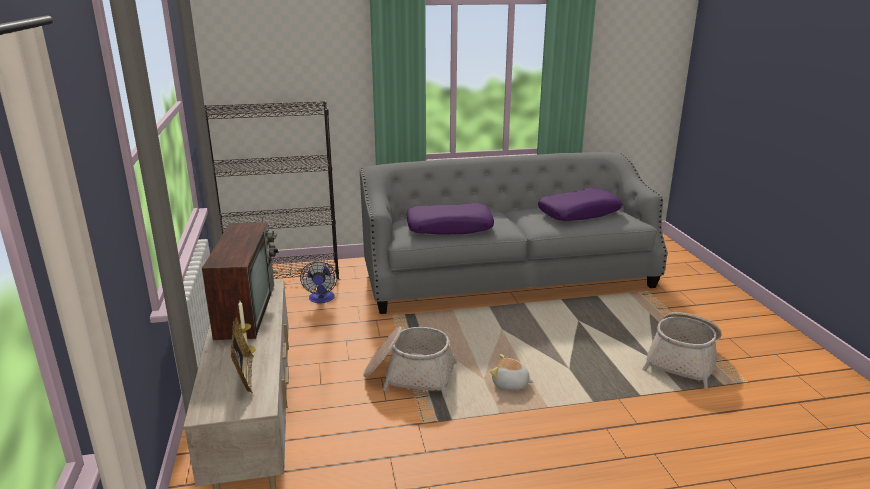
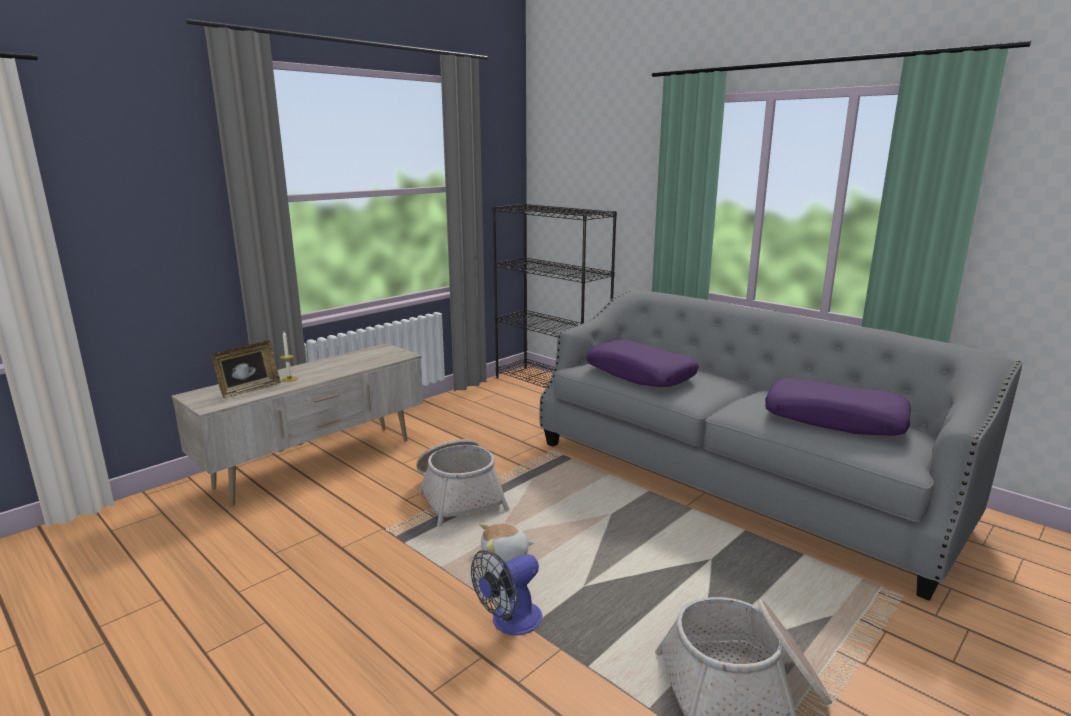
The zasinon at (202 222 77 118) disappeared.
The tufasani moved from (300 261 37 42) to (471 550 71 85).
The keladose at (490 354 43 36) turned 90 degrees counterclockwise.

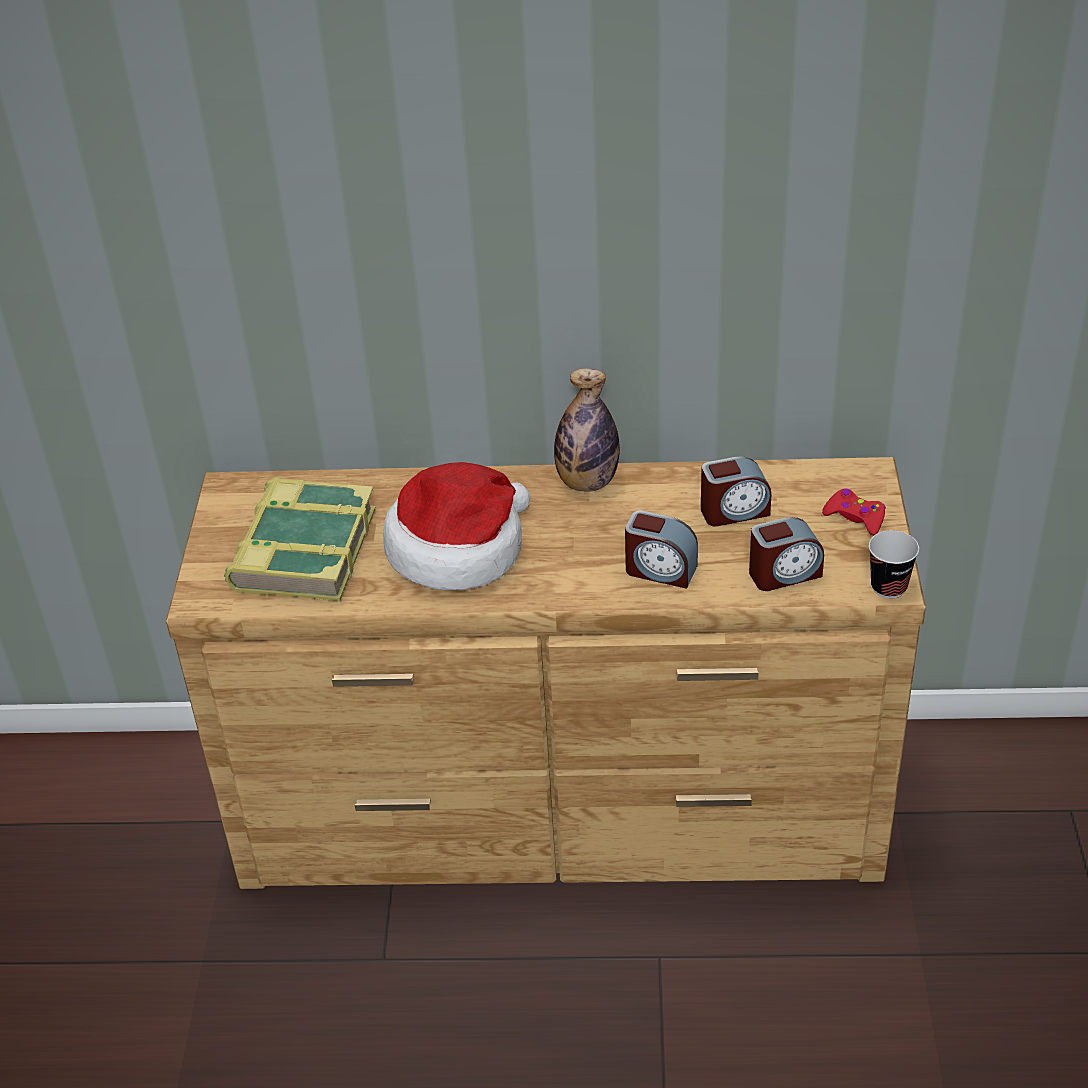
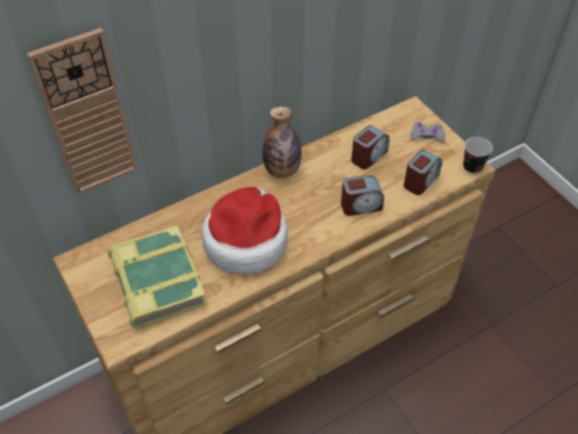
The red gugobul at (822 488 64 47) became the grey gugobul at (410 122 35 20).
The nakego at (27 28 111 166) appeared.

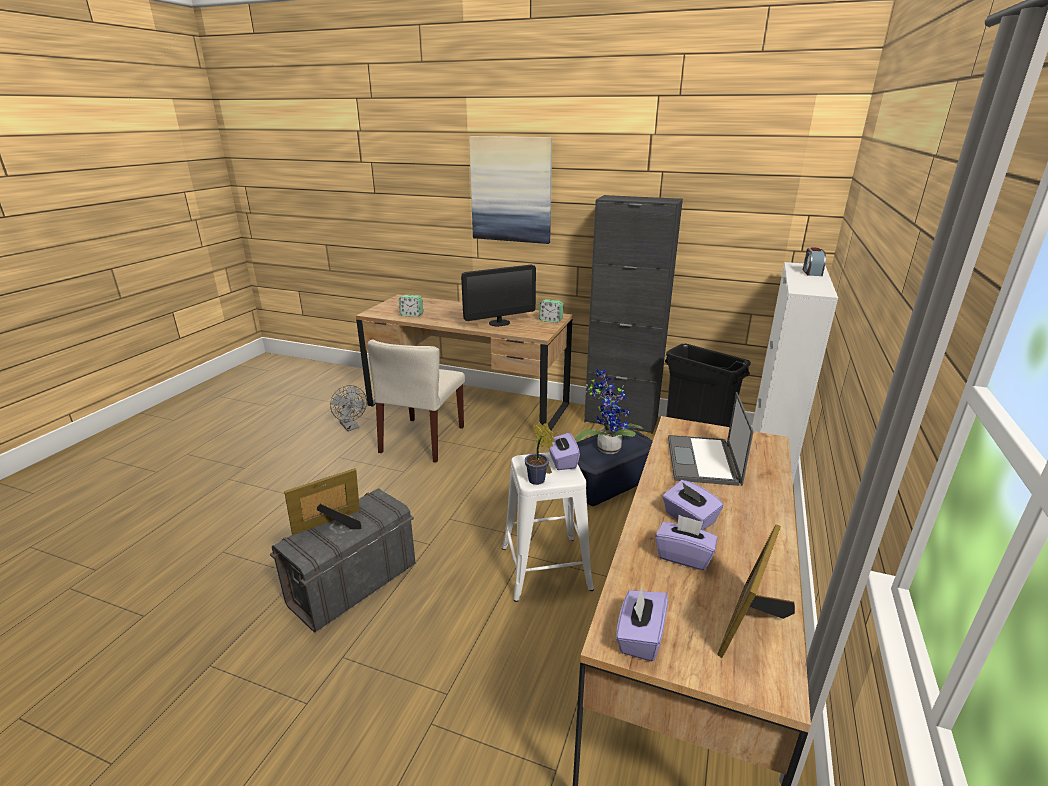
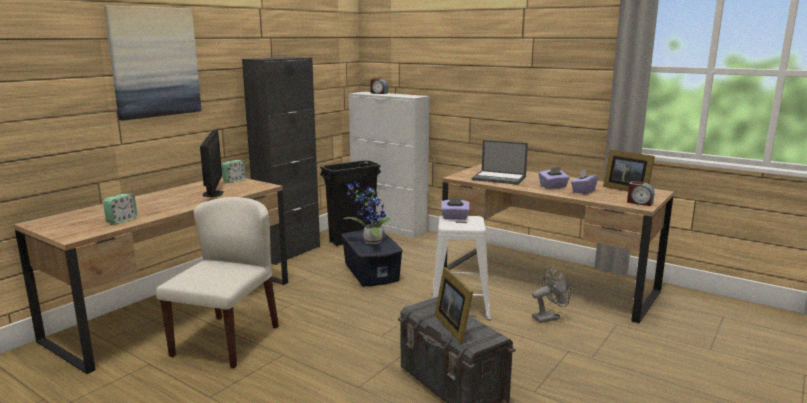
The grey tufasani moved from (330 385 37 46) to (532 267 39 56).
The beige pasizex at (367 340 98 123) turned 105 degrees counterclockwise.
The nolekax at (525 422 30 63) disappeared.
The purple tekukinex at (616 588 52 74) was replaced by the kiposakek at (627 181 27 25).

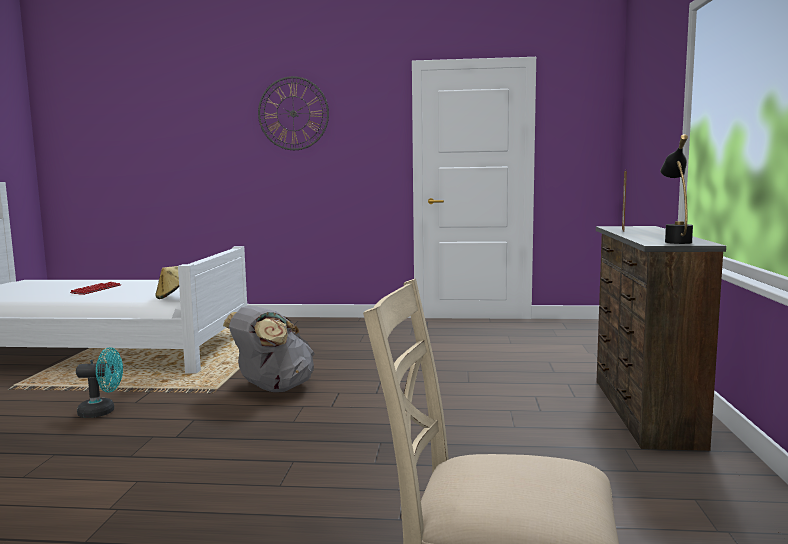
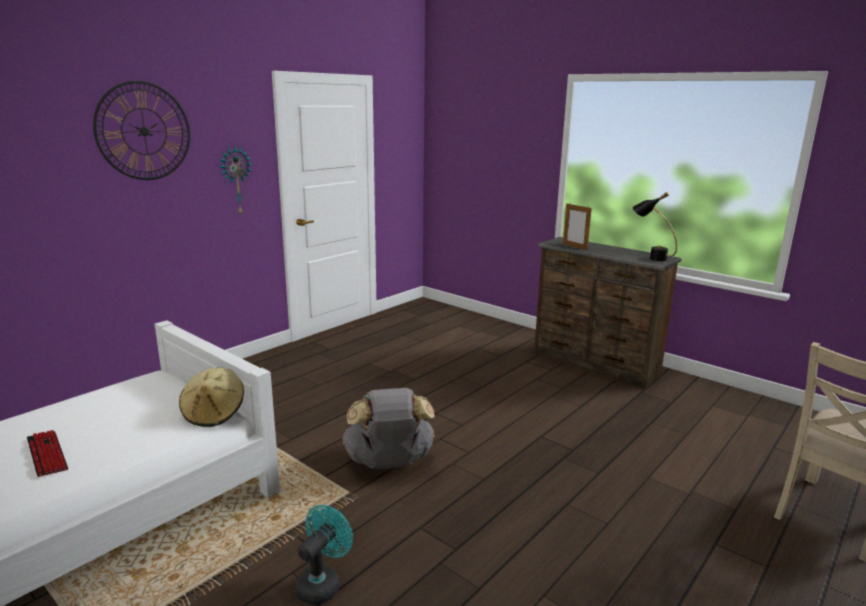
The nakego at (219 145 34 70) appeared.

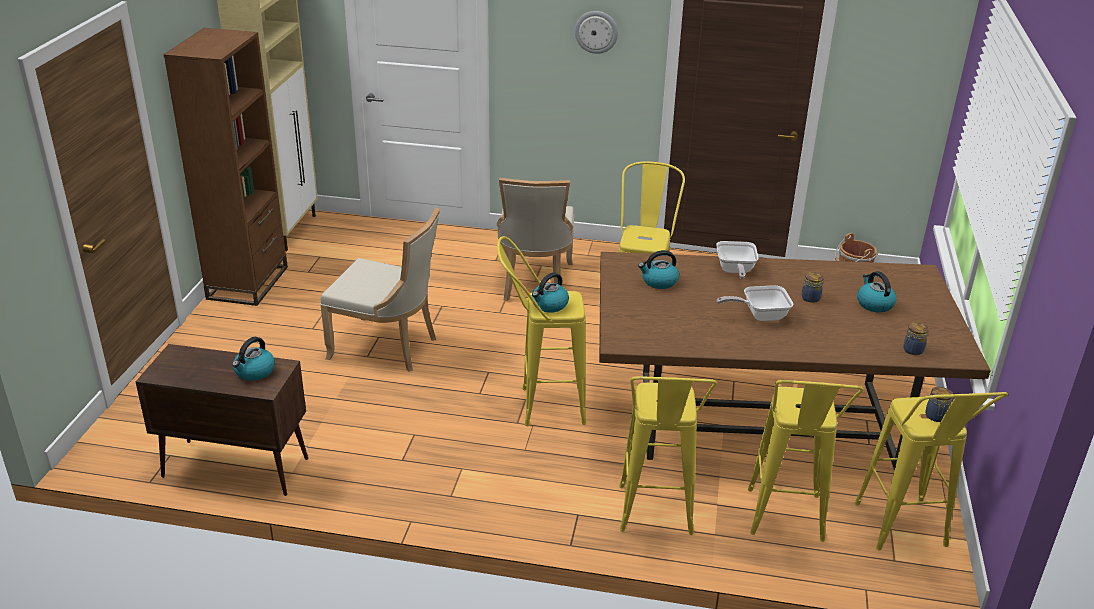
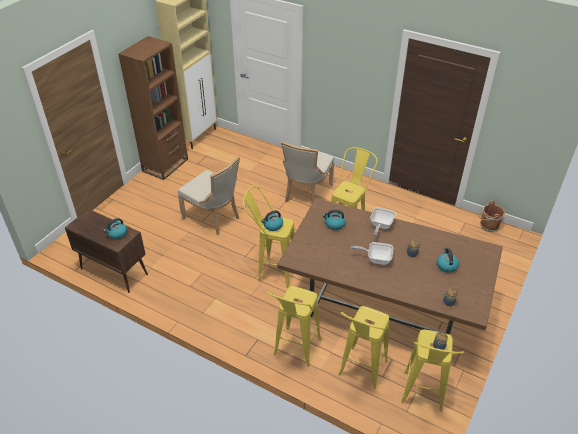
The nakego at (575 11 43 43) disappeared.

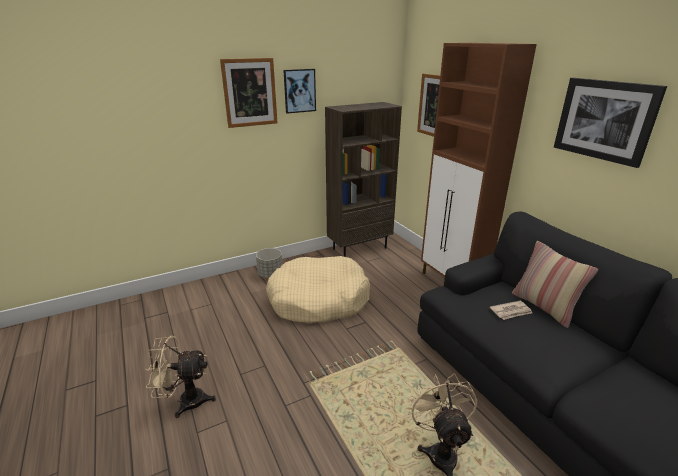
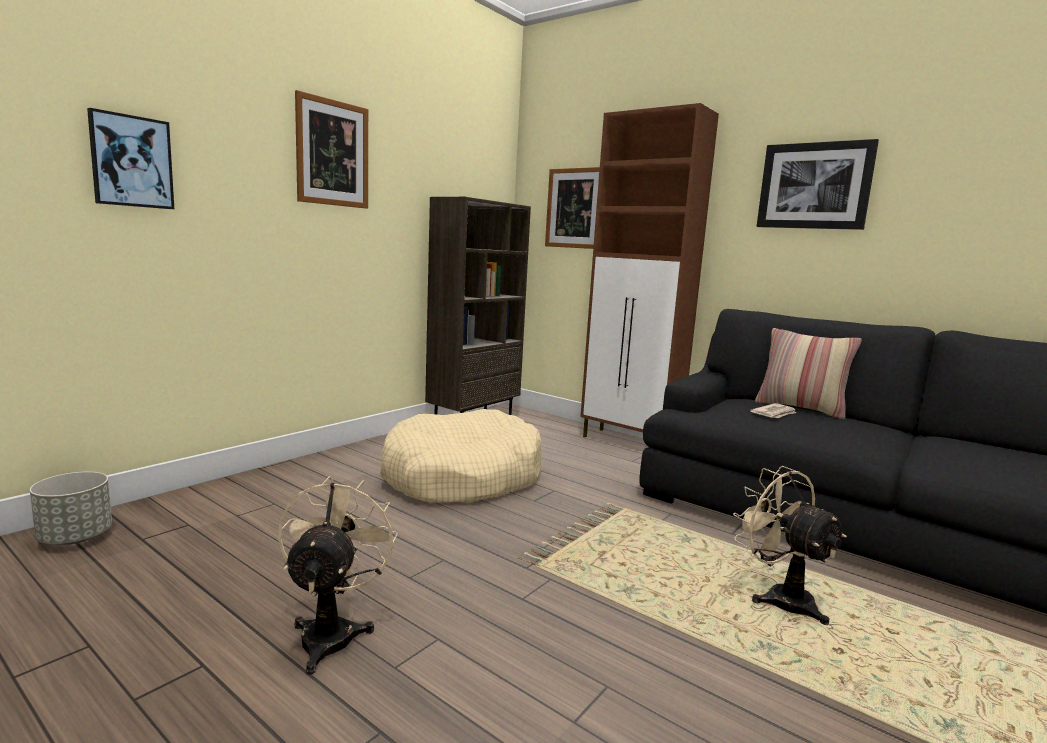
The beige tufasani at (145 336 71 82) turned 120 degrees clockwise.
The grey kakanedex moved from (256 248 26 30) to (30 472 82 73).
The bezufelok moved from (283 69 33 45) to (87 108 87 101).

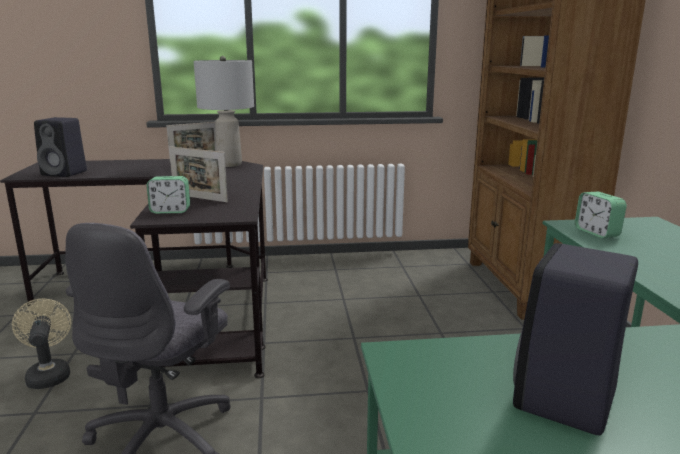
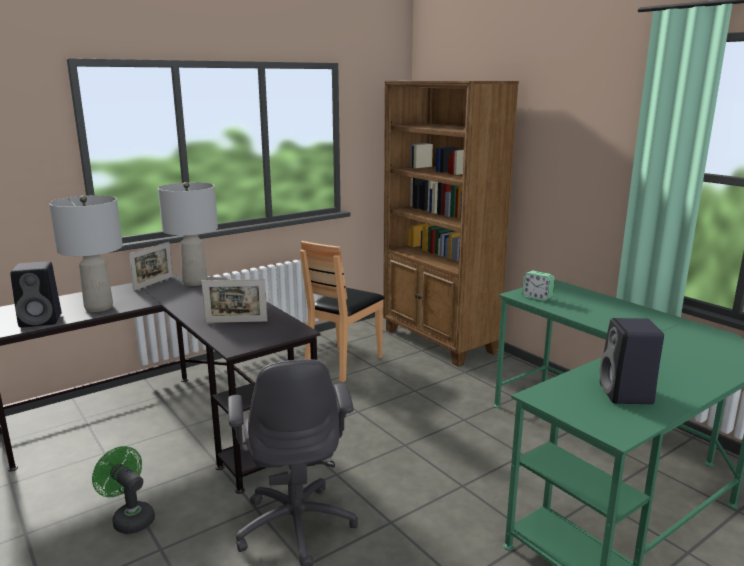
The beige tufasani at (12 299 59 90) became the green tufasani at (92 446 63 88).
The kiposakek at (147 176 43 38) disappeared.
The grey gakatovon at (49 195 74 117) appeared.
The brown pasizex at (300 241 85 141) appeared.

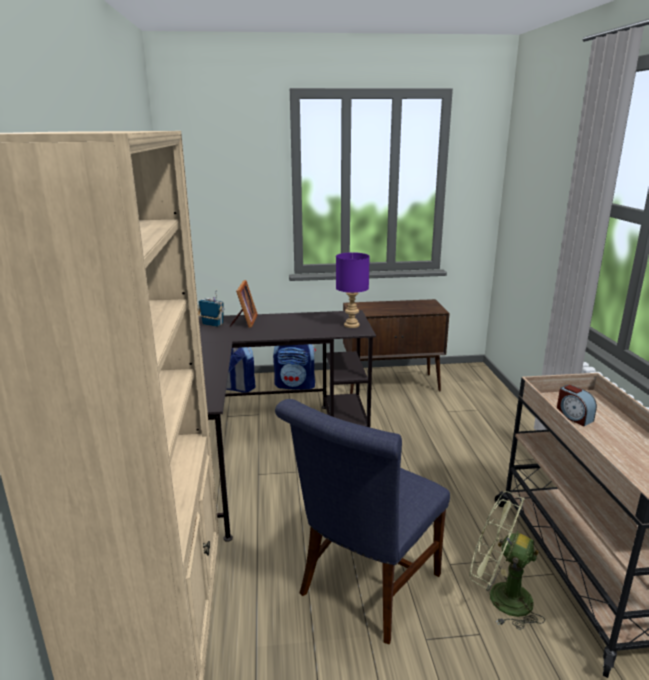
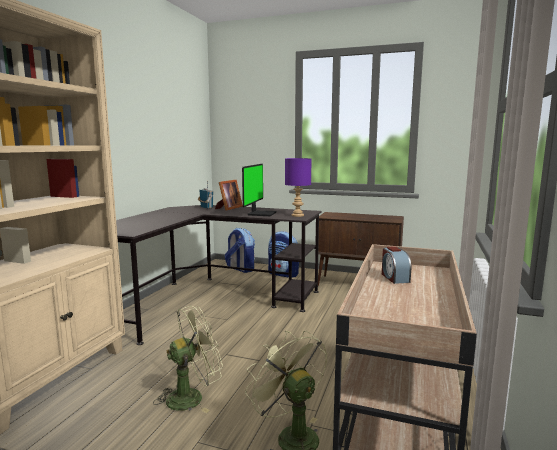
The blue pasizex at (275 399 175 246) was replaced by the green tufasani at (153 306 70 107).
The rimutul at (242 164 35 52) appeared.

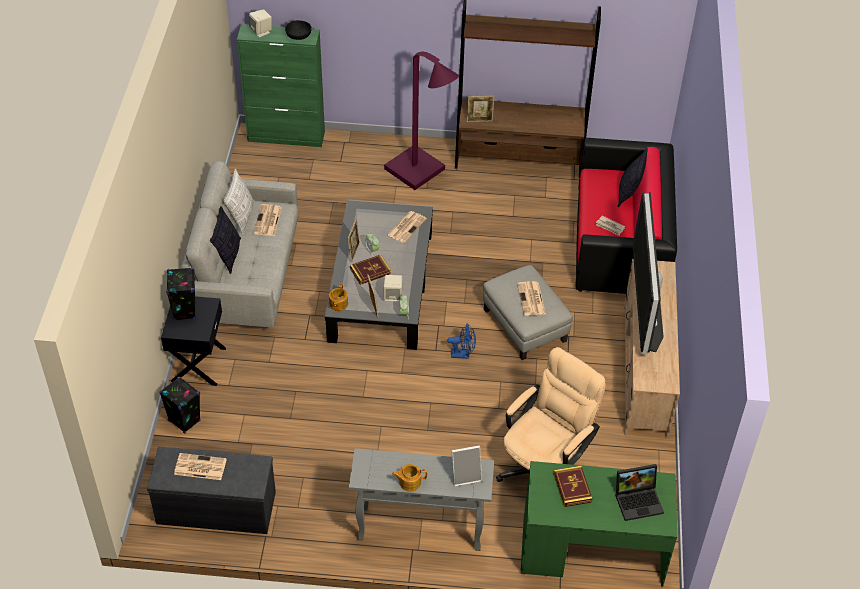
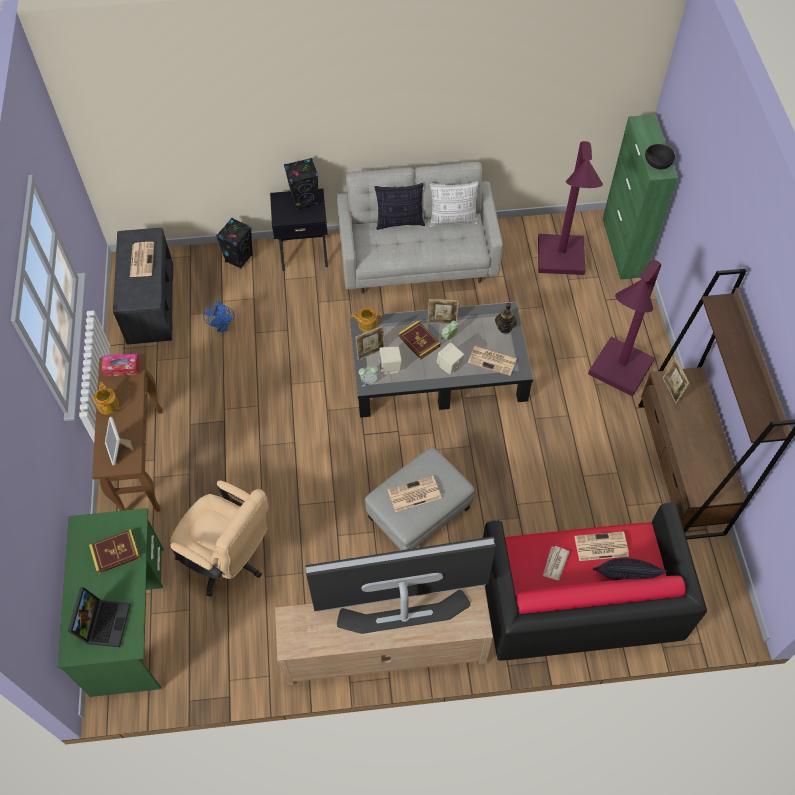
The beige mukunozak moved from (249 9 23 28) to (436 342 28 32).
The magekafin moved from (253 204 29 32) to (575 531 54 30).
The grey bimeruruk at (349 448 145 103) became the brown bimeruruk at (92 354 70 158).
The blue tufasani moved from (447 324 29 35) to (203 301 31 31).
The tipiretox at (616 464 48 57) turned 150 degrees counterclockwise.
The tekukinex at (101 354 38 23) appeared.
The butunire at (495 303 22 31) appeared.
The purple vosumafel at (538 141 65 134) appeared.

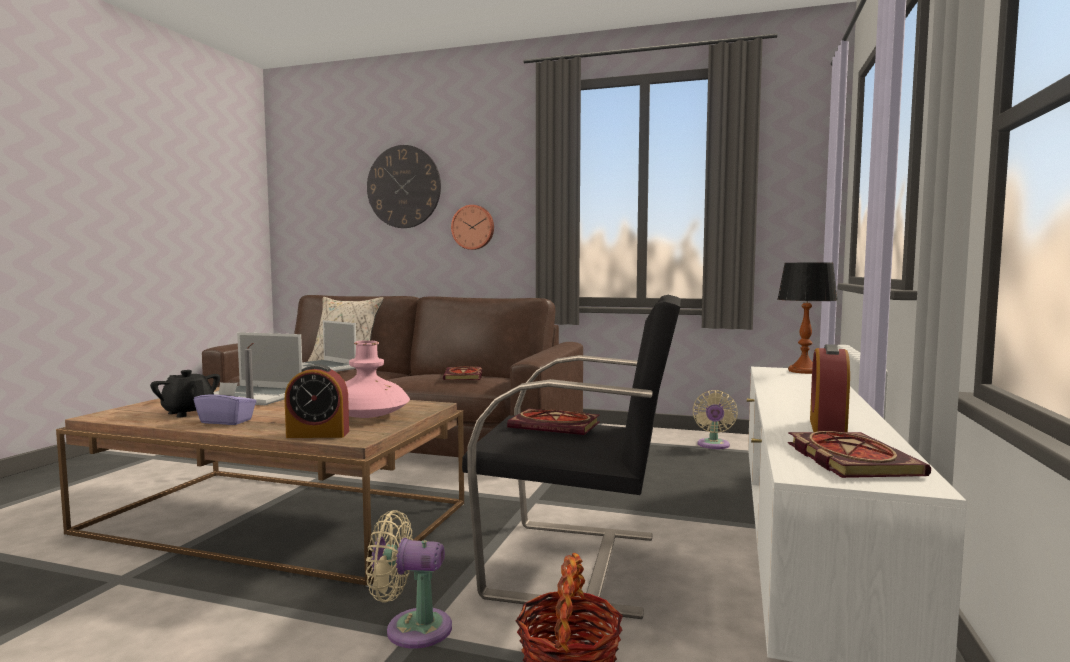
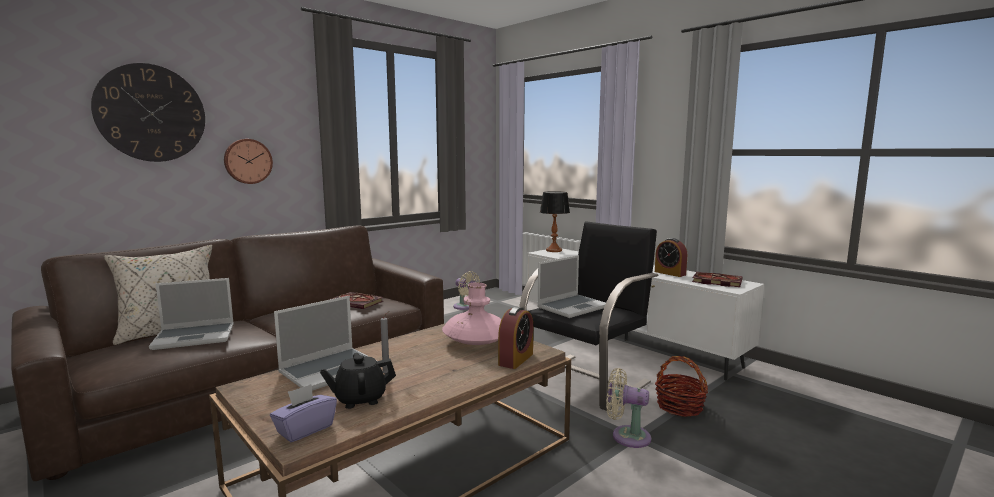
The purple tekukinex moved from (194 382 63 43) to (270 384 67 59).
The beige tufasani at (366 510 86 138) turned 75 degrees clockwise.
The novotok at (507 409 93 26) was replaced by the tipiretox at (537 255 69 63).

